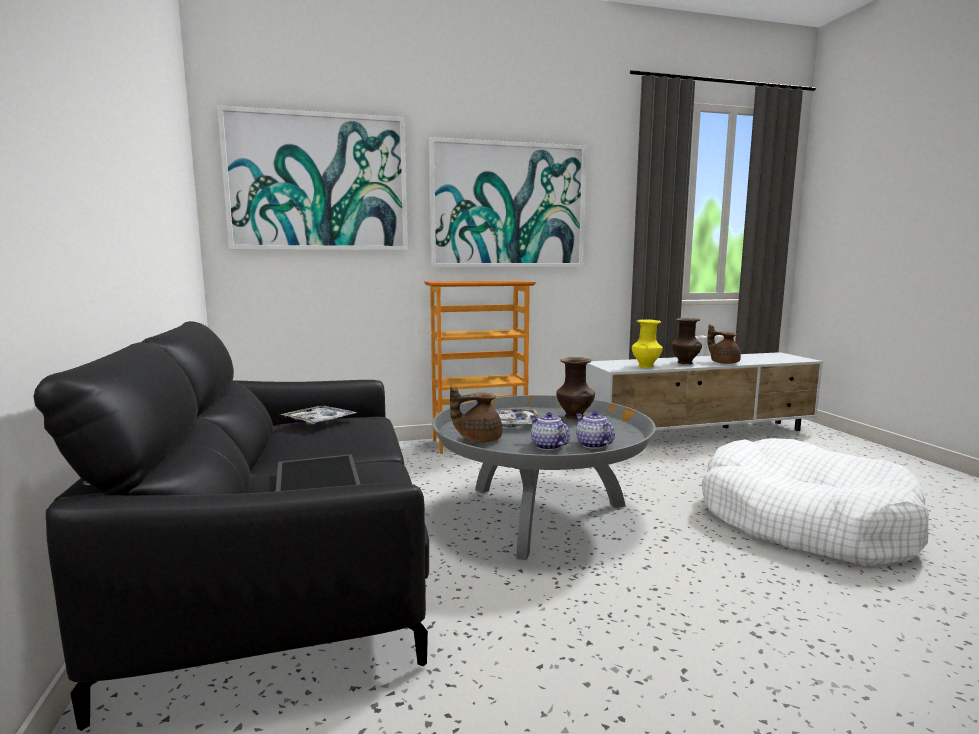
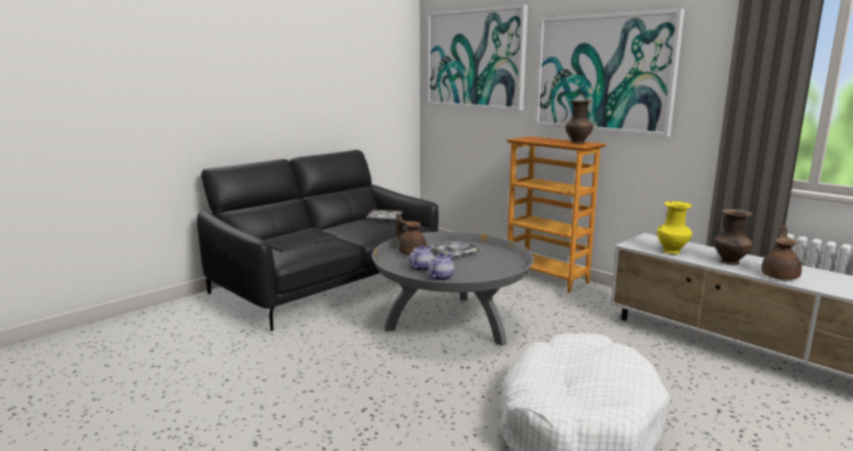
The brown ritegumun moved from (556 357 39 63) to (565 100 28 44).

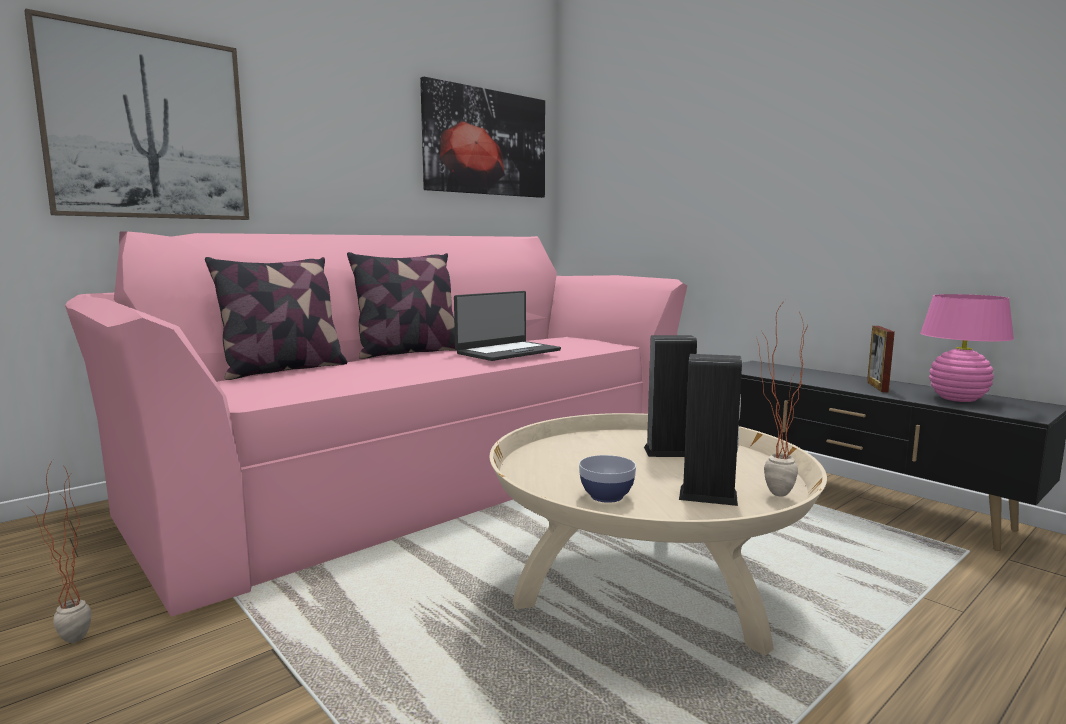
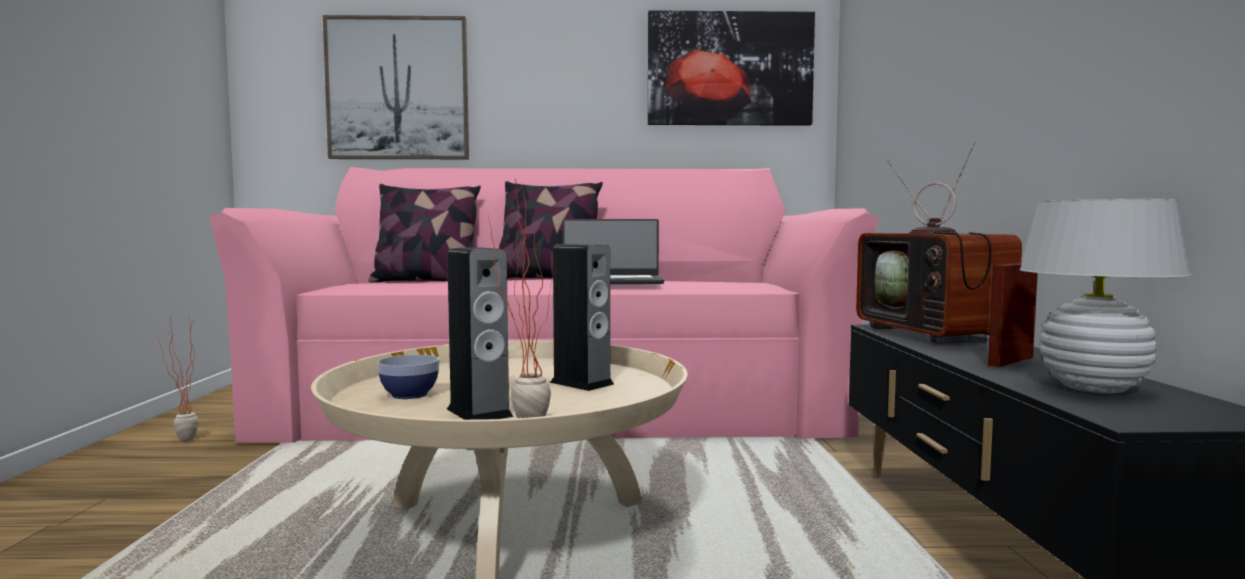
The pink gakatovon at (920 294 94 108) became the white gakatovon at (1020 199 171 194).
The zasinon at (856 142 166 202) appeared.

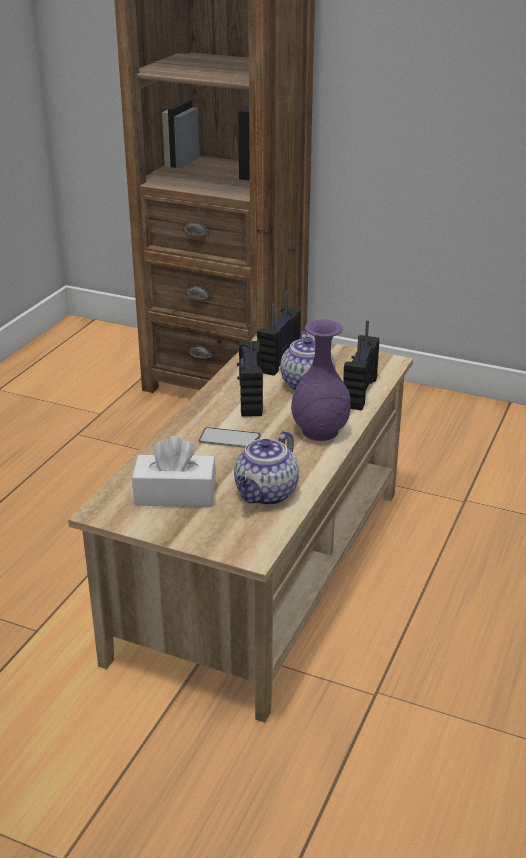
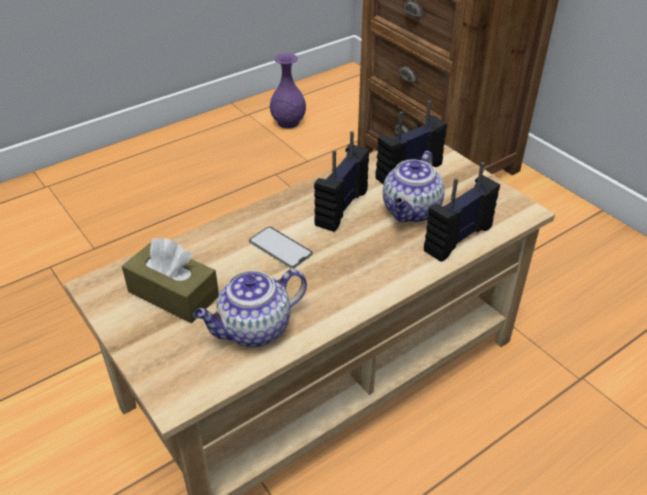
The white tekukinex at (132 436 84 71) became the brown tekukinex at (122 238 97 85).
The purple ritegumun moved from (291 319 60 122) to (270 53 36 75).

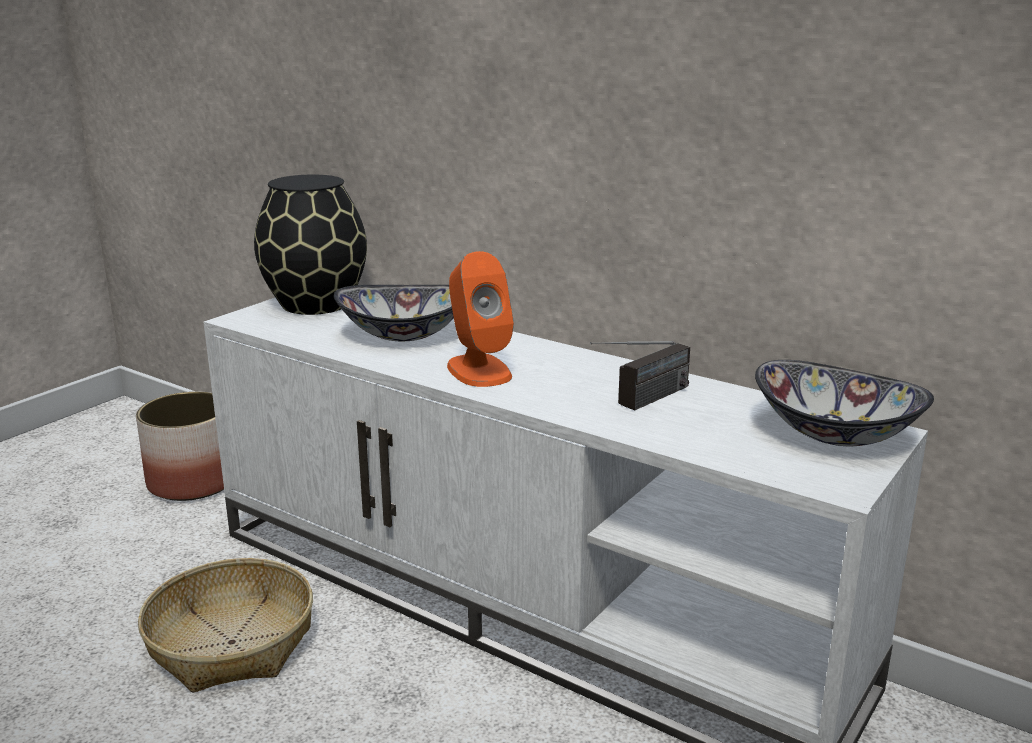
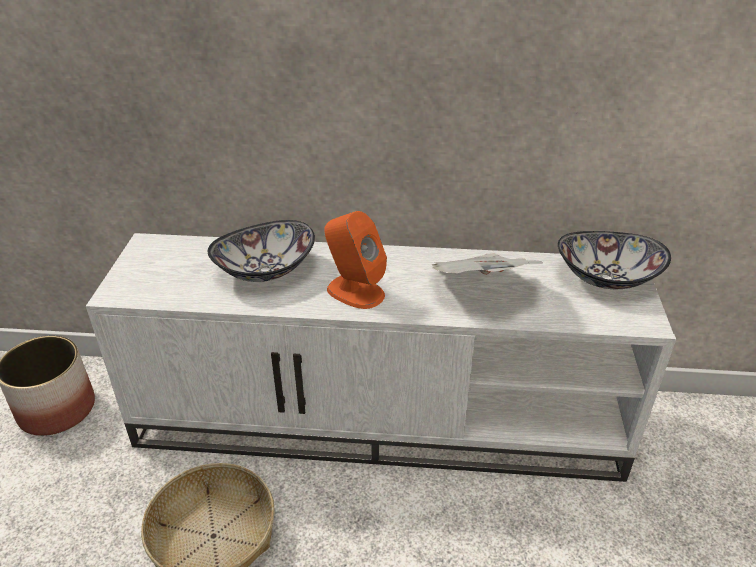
The black ritegumun at (254 175 113 140) disappeared.
The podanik at (590 341 100 69) was replaced by the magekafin at (432 253 112 22).

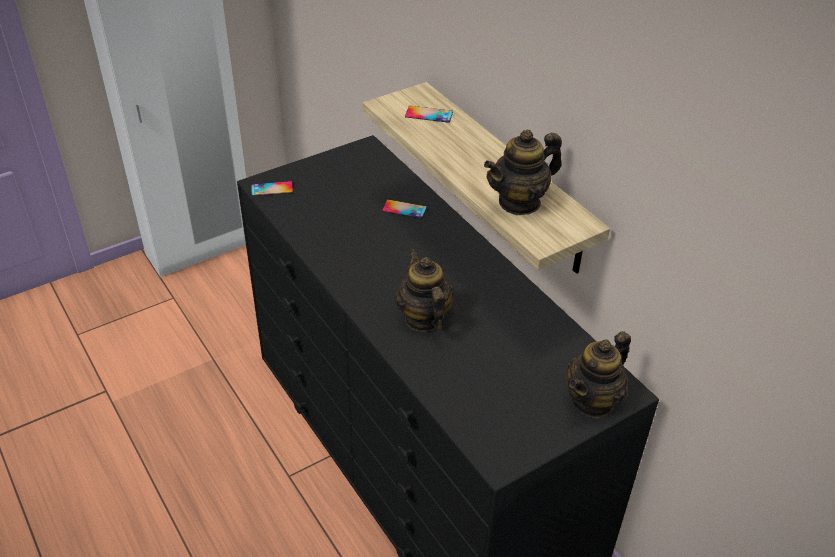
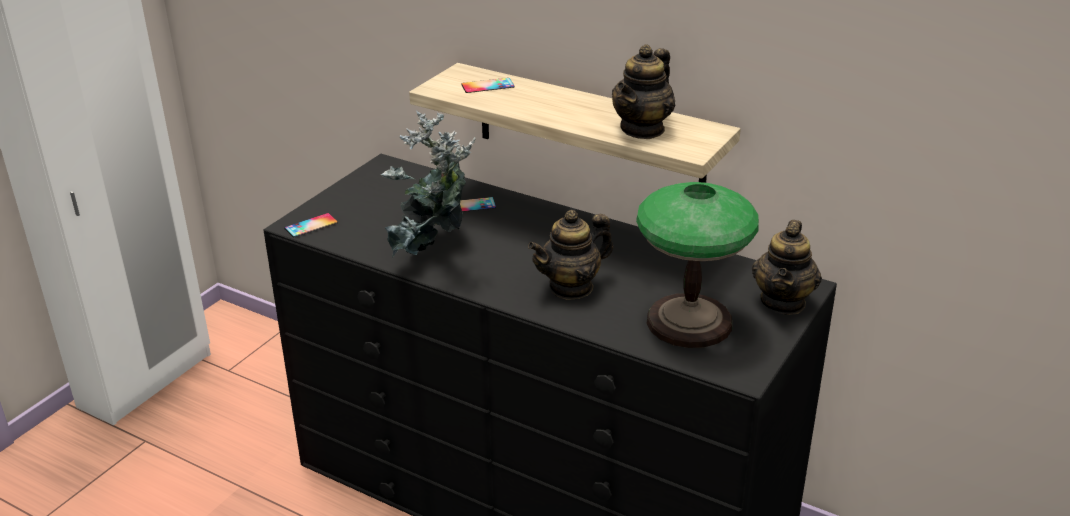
The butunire at (396 249 58 83) turned 75 degrees counterclockwise.
The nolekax at (380 110 96 148) appeared.
The gakatovon at (636 182 123 166) appeared.

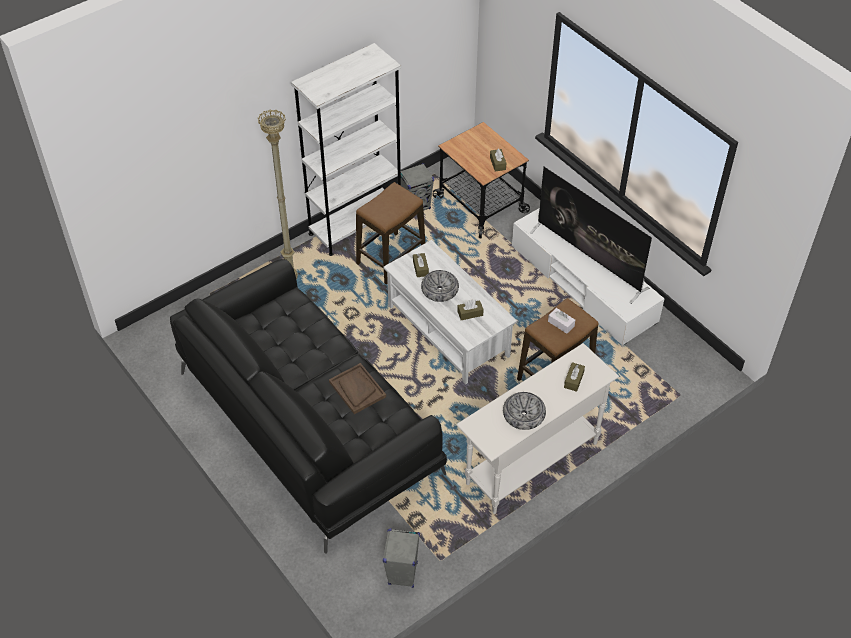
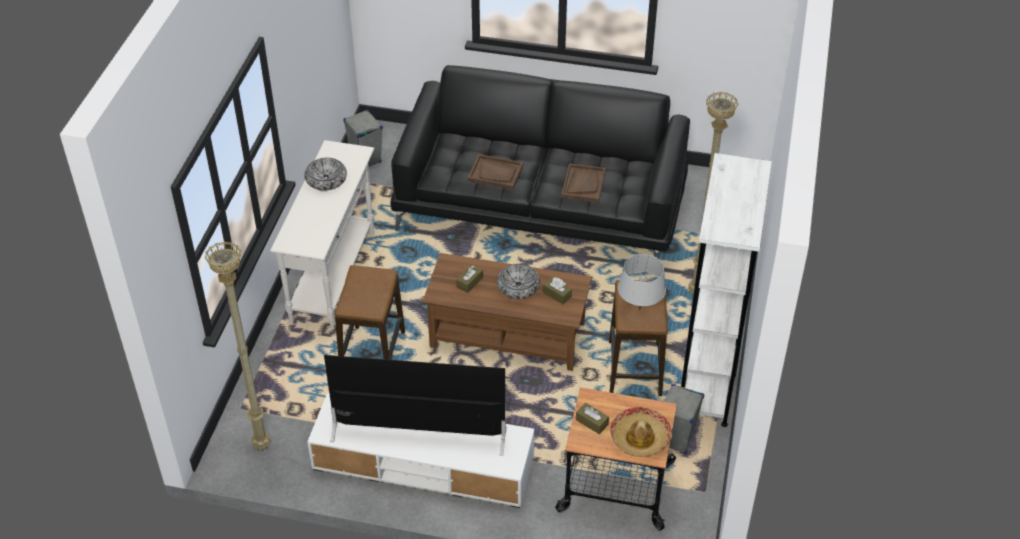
The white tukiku at (383 240 134 145) became the brown tukiku at (422 253 170 118).
The white tekukinex at (548 308 27 26) disappeared.
The brown tekukinex at (564 362 21 30) disappeared.
The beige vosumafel at (205 241 65 210) appeared.
The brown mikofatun at (561 163 45 40) appeared.
The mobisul at (610 407 62 50) appeared.
The grey gakatovon at (618 254 48 57) appeared.

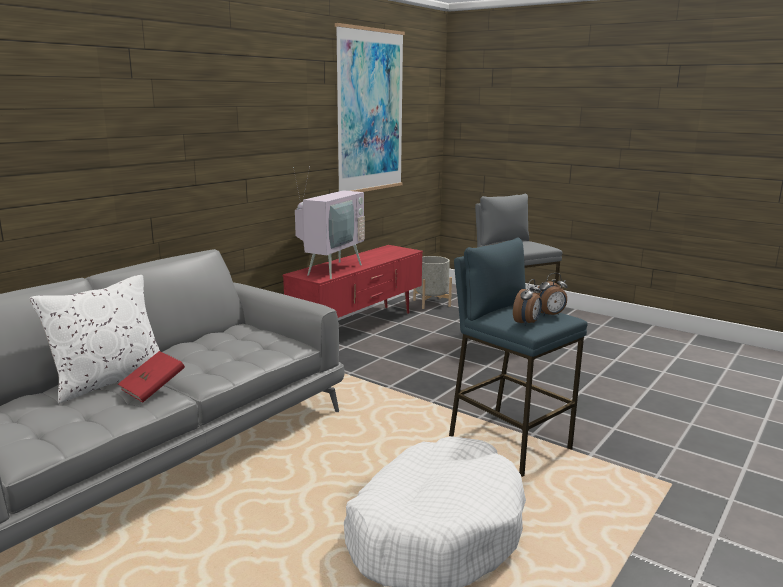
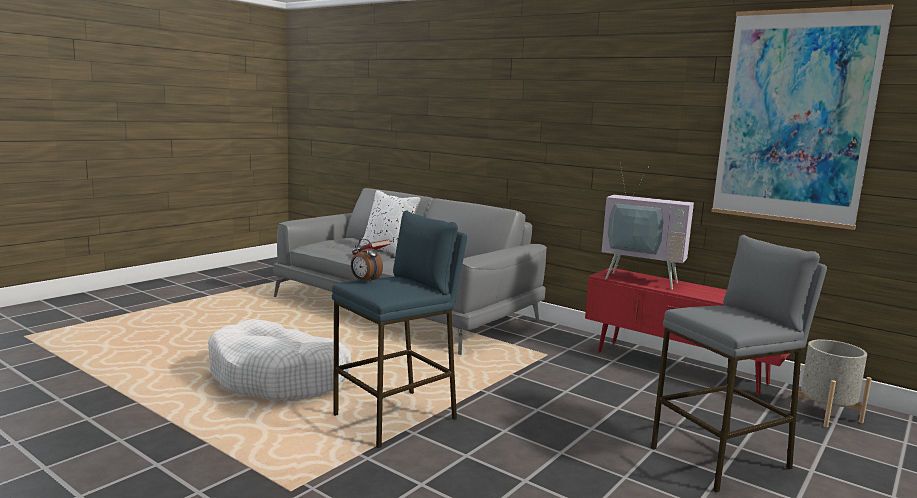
The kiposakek at (536 273 32 44) disappeared.

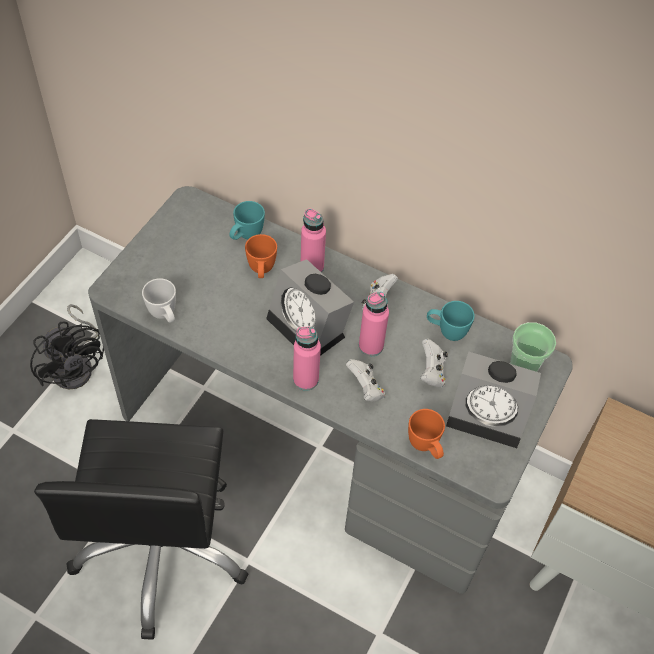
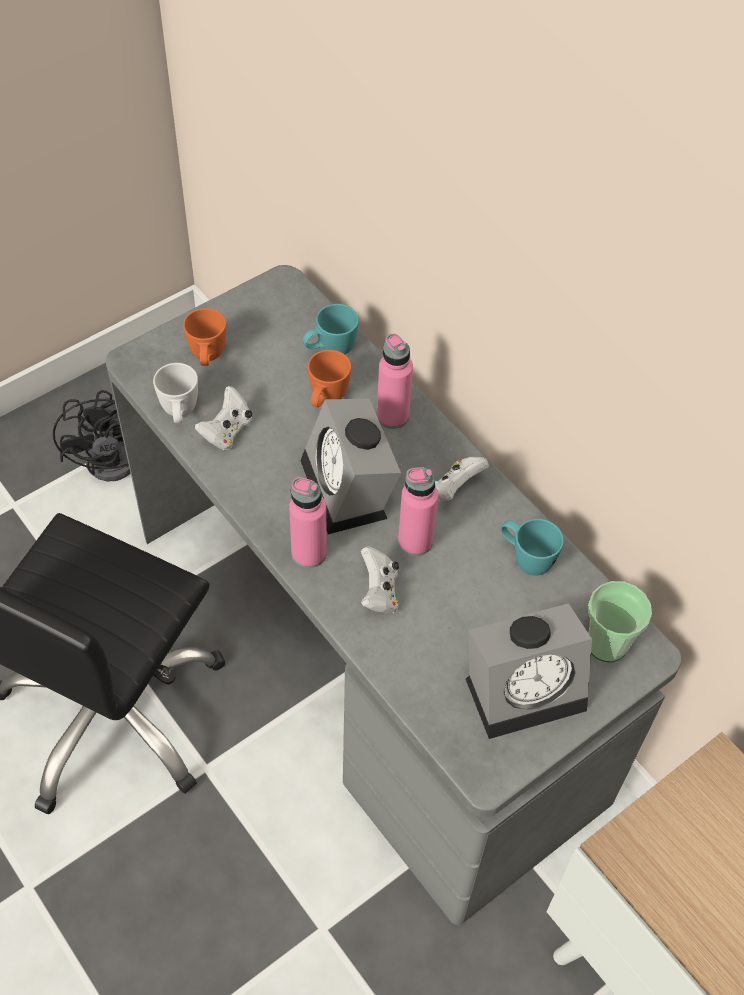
The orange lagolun moved from (408 409 37 50) to (183 308 43 58).
The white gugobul moved from (420 339 28 48) to (195 386 57 64).
The kiposakek at (446 352 95 96) turned 60 degrees counterclockwise.

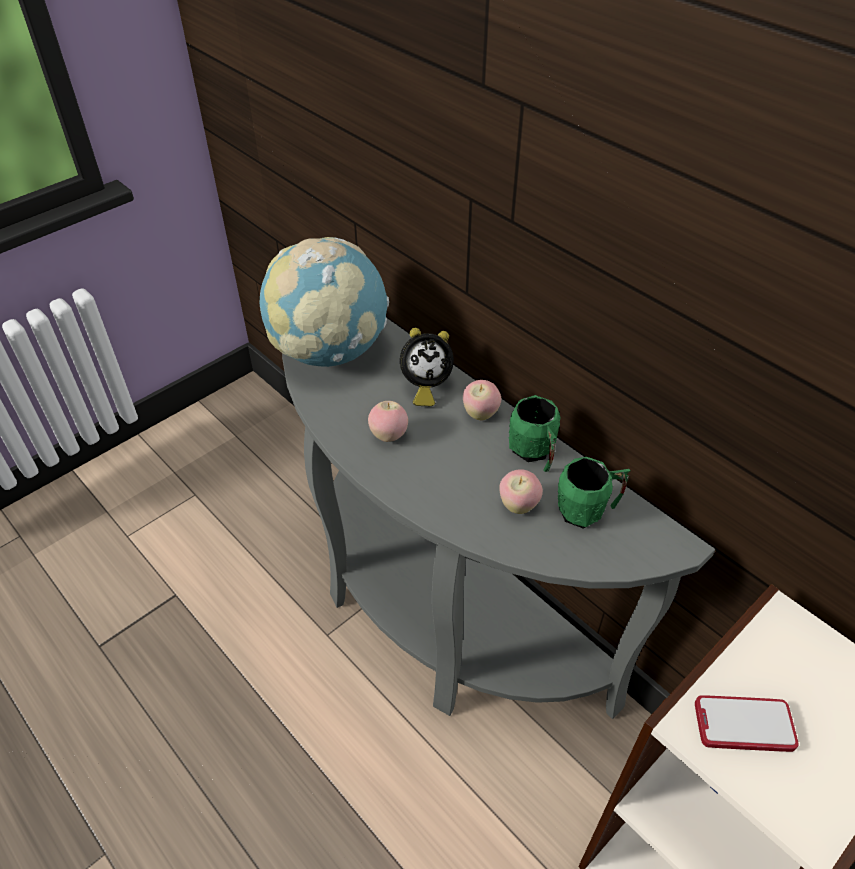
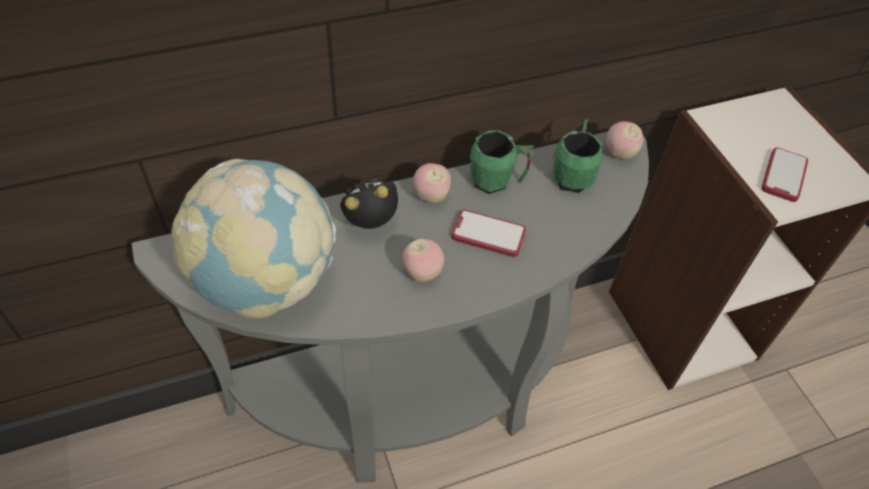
The kiposakek at (400 328 54 78) turned 120 degrees counterclockwise.
The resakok moved from (499 469 44 45) to (606 121 38 38).
The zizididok at (452 210 74 47) appeared.

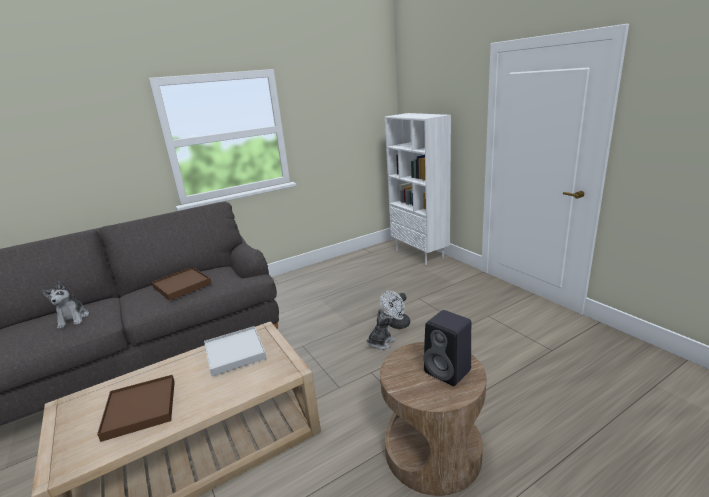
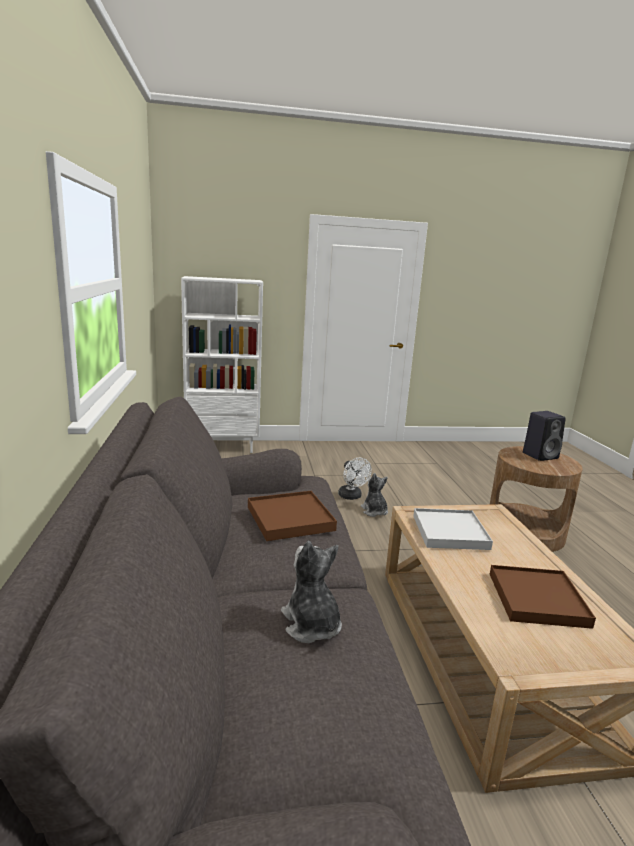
The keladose at (41 281 48 48) turned 120 degrees counterclockwise.

